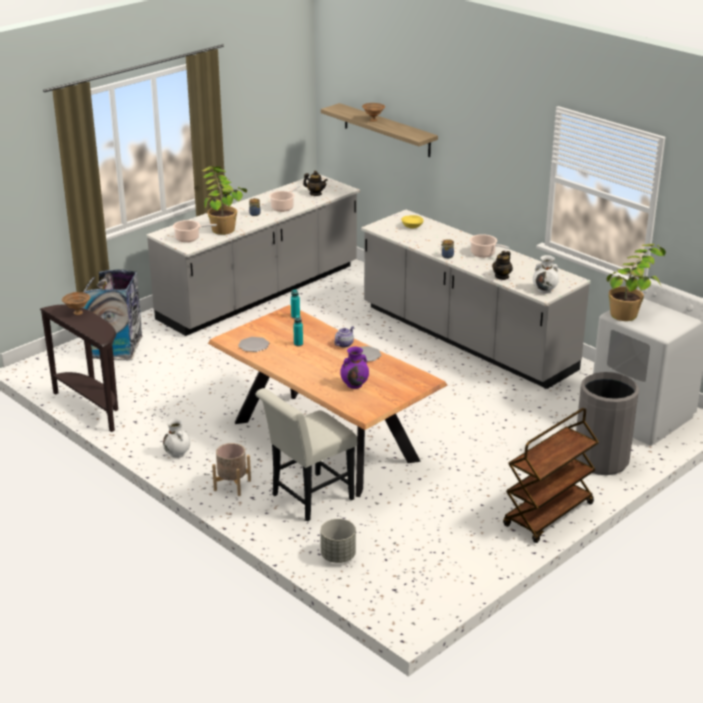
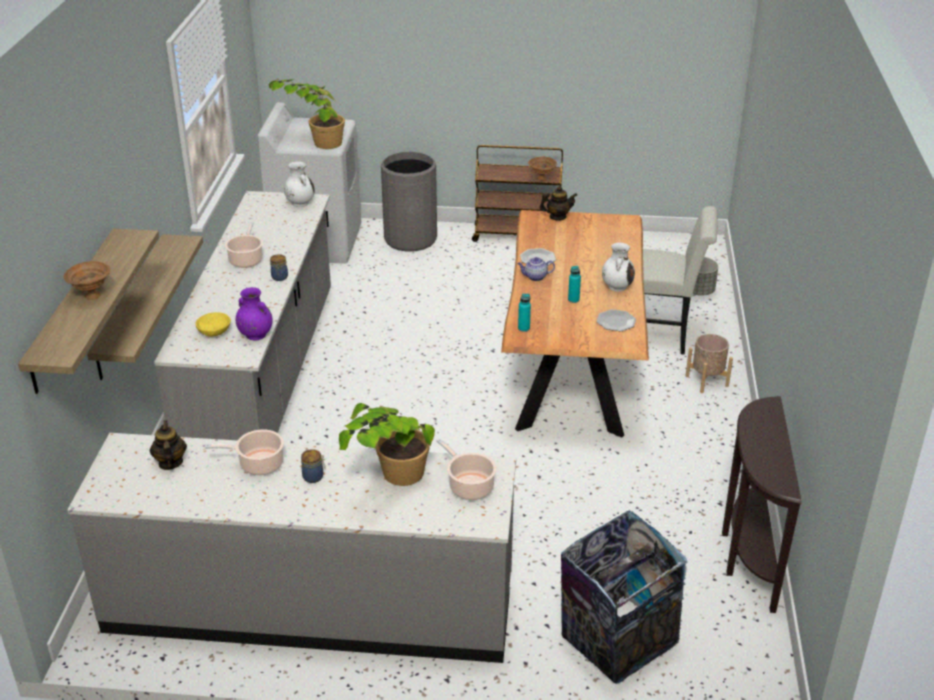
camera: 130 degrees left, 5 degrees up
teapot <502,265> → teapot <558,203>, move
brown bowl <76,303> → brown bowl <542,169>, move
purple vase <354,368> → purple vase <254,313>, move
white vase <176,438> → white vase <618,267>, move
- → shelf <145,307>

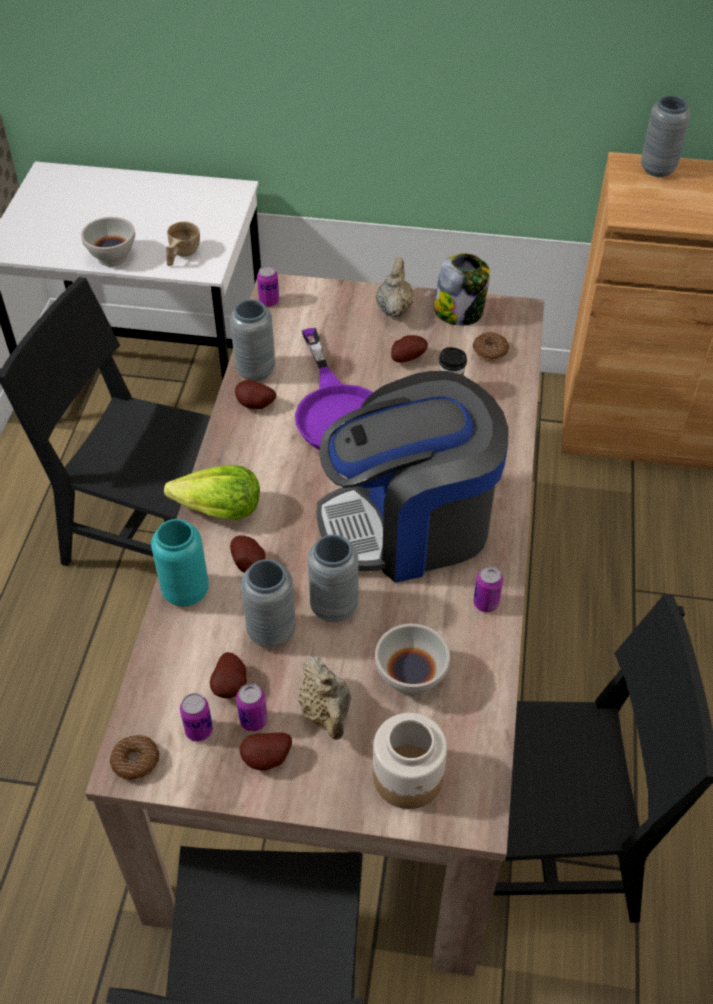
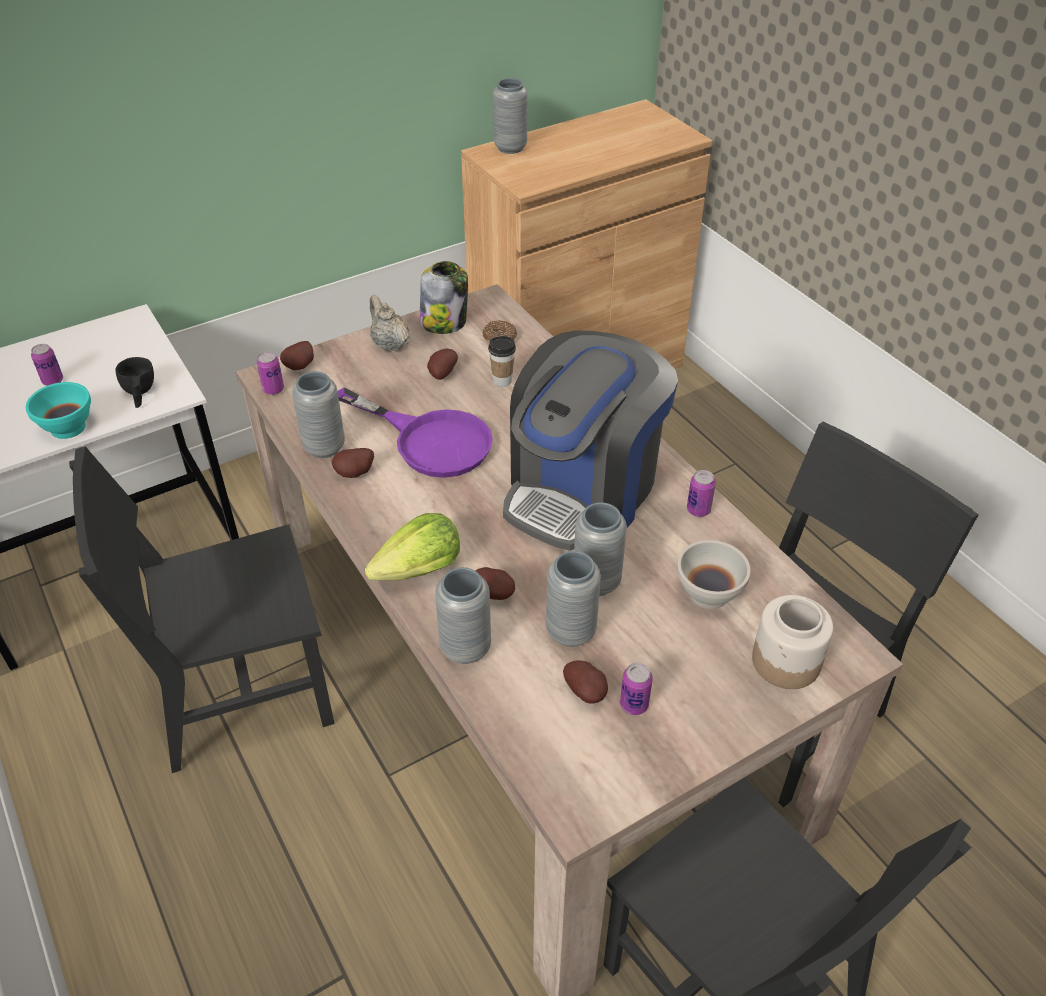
camera: 40 degrees left, 5 degrees down
white bowl <108,242> → turquoise bowl <58,410>
beige cup <183,244> → black cup <134,382>
turquoise vase <180,563> → grey vase <463,615>
beige teapot <324,698> → -
can <196,717> → can <47,365>, move
potato <266,752> → potato <297,355>, move
donut <135,758> → -

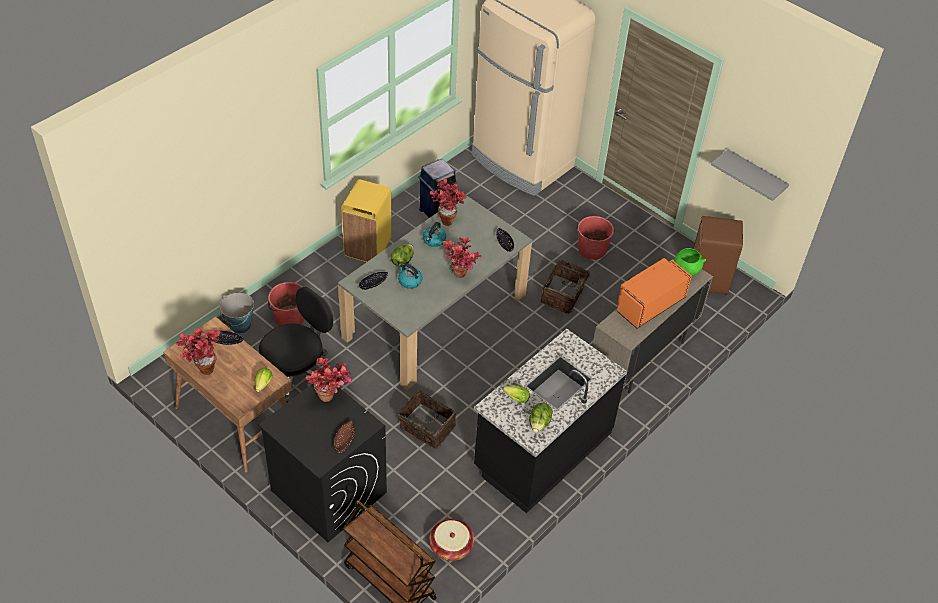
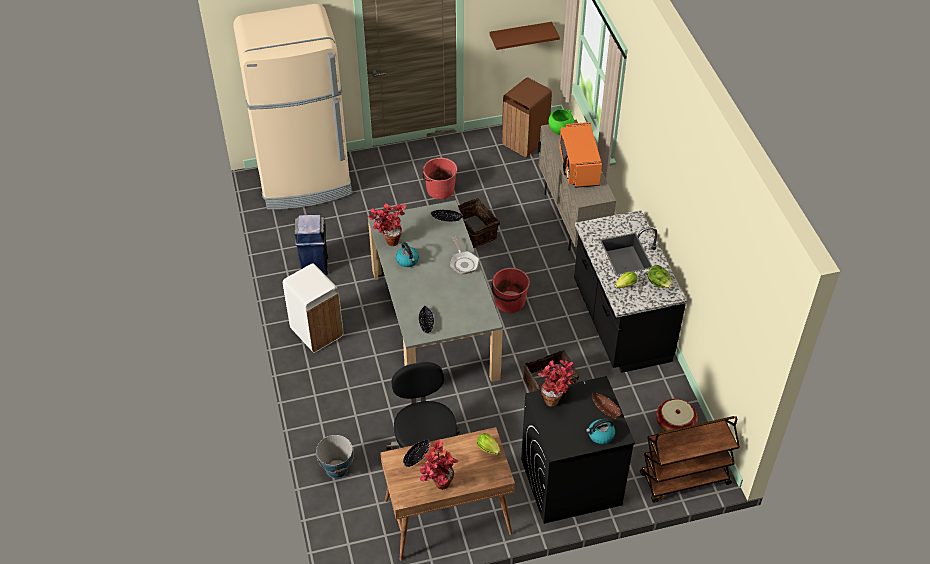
camera: 55 degrees left, 0 degrees up
grey shelf <750,175> → brown shelf <524,36>
yellow trash can <367,220> → white trash can <313,308>
potted plant <462,257> → frying pan <464,256>
lettuce <402,255> → -
kettle <410,276> → kettle <600,431>, move
red bucket <286,304> → red bucket <510,290>, move

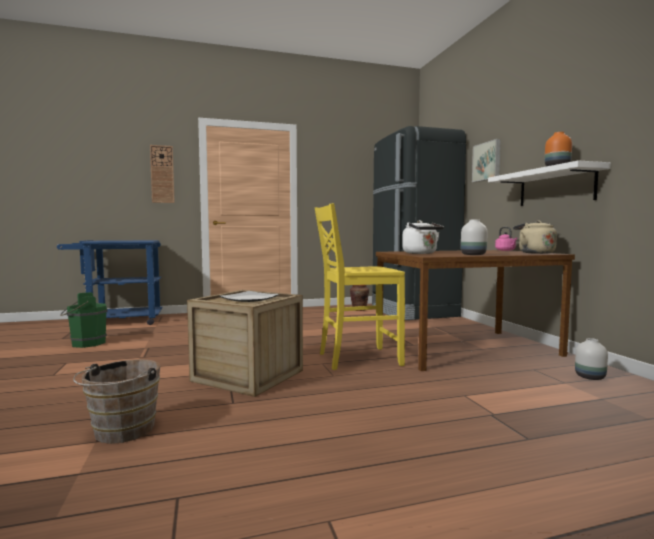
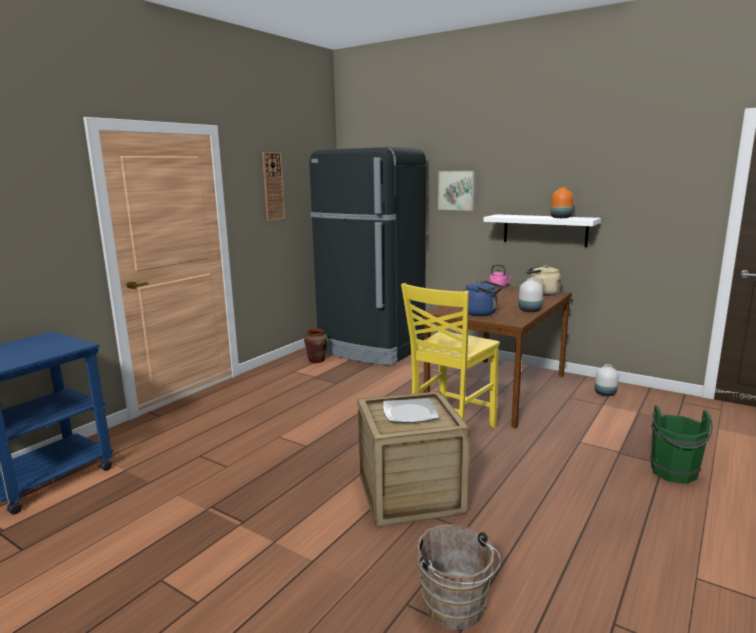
camera: 40 degrees left, 10 degrees up
wall clock <162,174> → wall clock <273,186>, move
white kettle <423,237> → blue kettle <482,298>
green bucket <84,320> → green bucket <681,444>, move

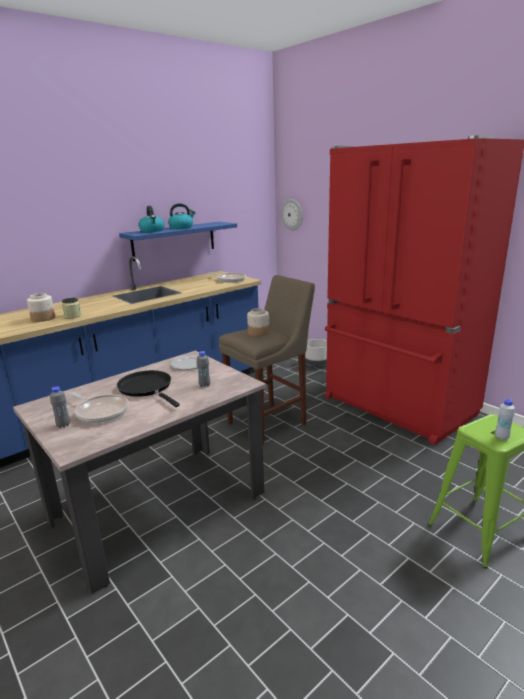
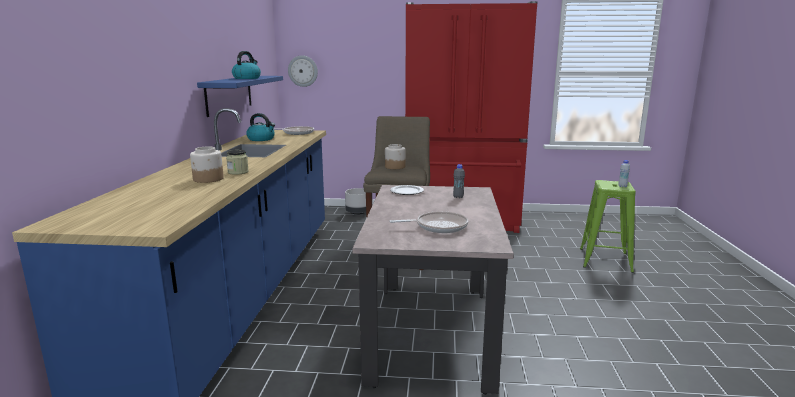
camera: 45 degrees left, 5 degrees down
kettle <151,219> → kettle <260,127>, move
black frying pan <148,388> → -
grey bottle <60,407> → -

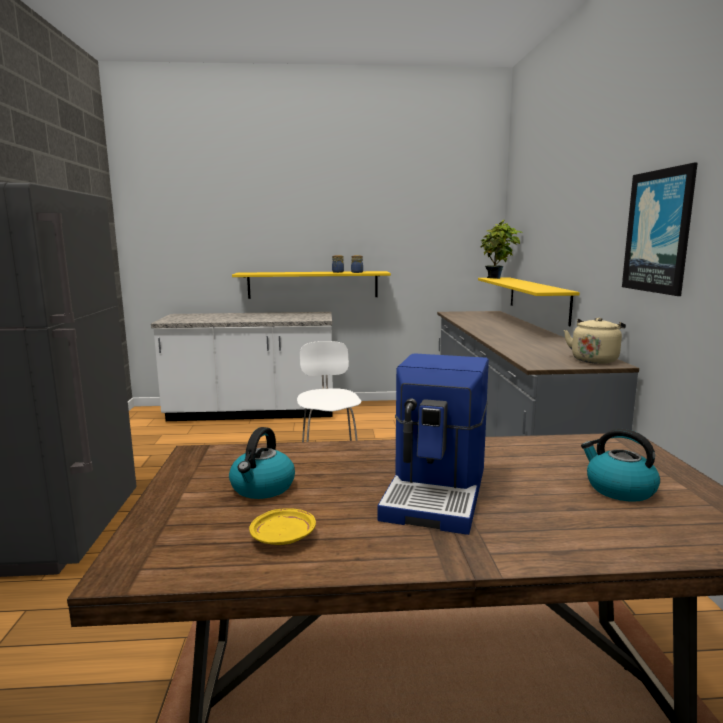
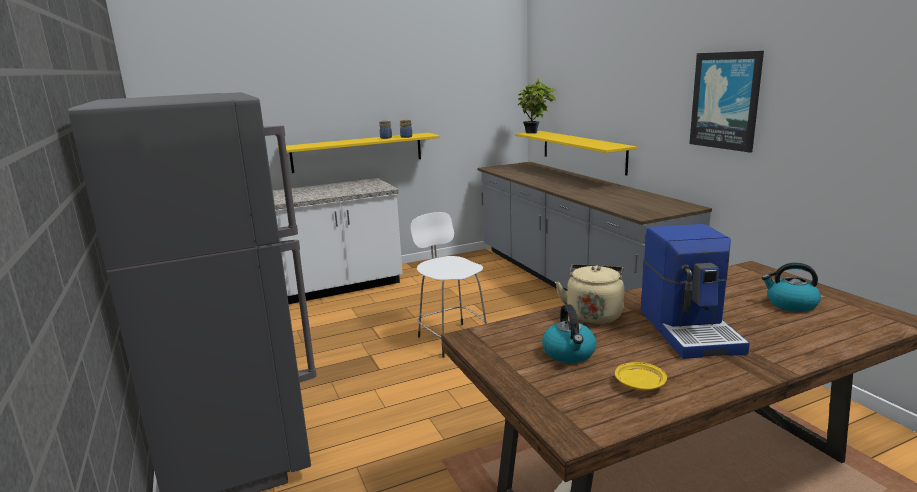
camera: 20 degrees left, 5 degrees up
beige kettle <595,341> → beige kettle <589,294>, move

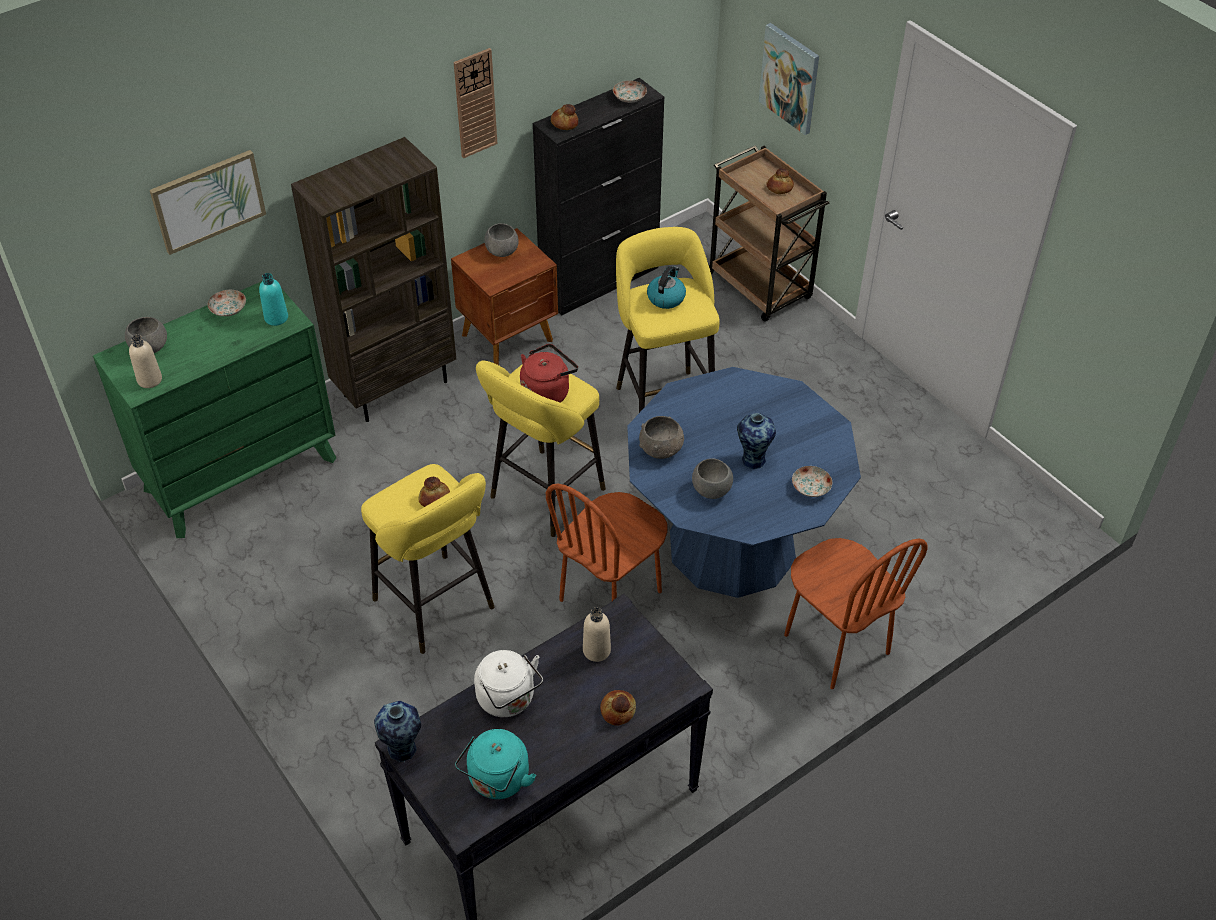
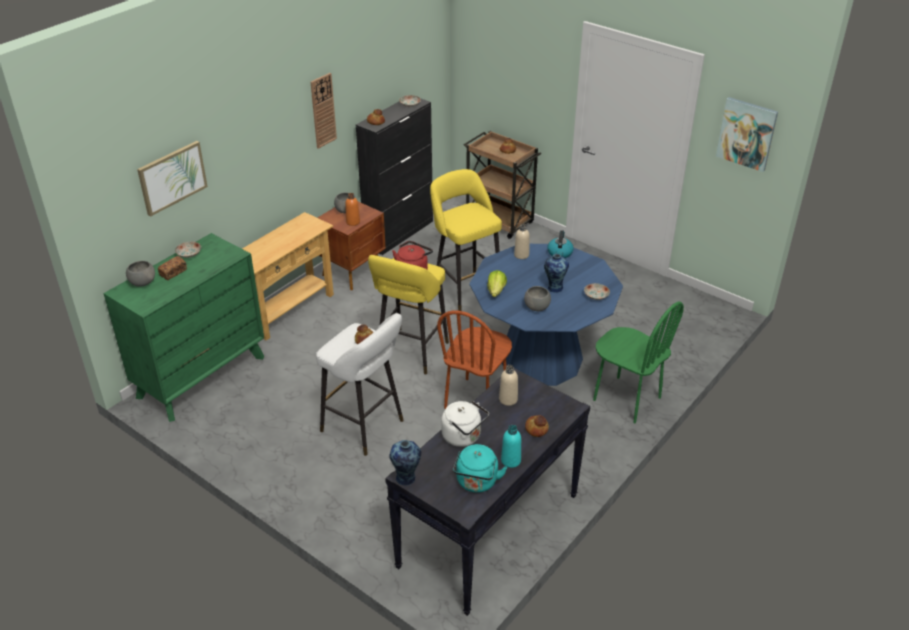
camera: 15 degrees left, 10 degrees down
picture <789,79> → picture <747,134>, move
brown bookcase <373,279> → beige console table <288,276>
kettle <666,287> → kettle <560,244>, move
turquoise bottle <273,299> → turquoise bottle <511,446>, move
beige bottle <145,361> → beige bottle <522,241>, move
grey bowl <661,437> → lettuce <497,283>
yellow stool <428,559> → white stool <360,384>
brown chair <856,613> → green chair <638,363>
- → orange bottle <352,209>
- → bread <172,268>

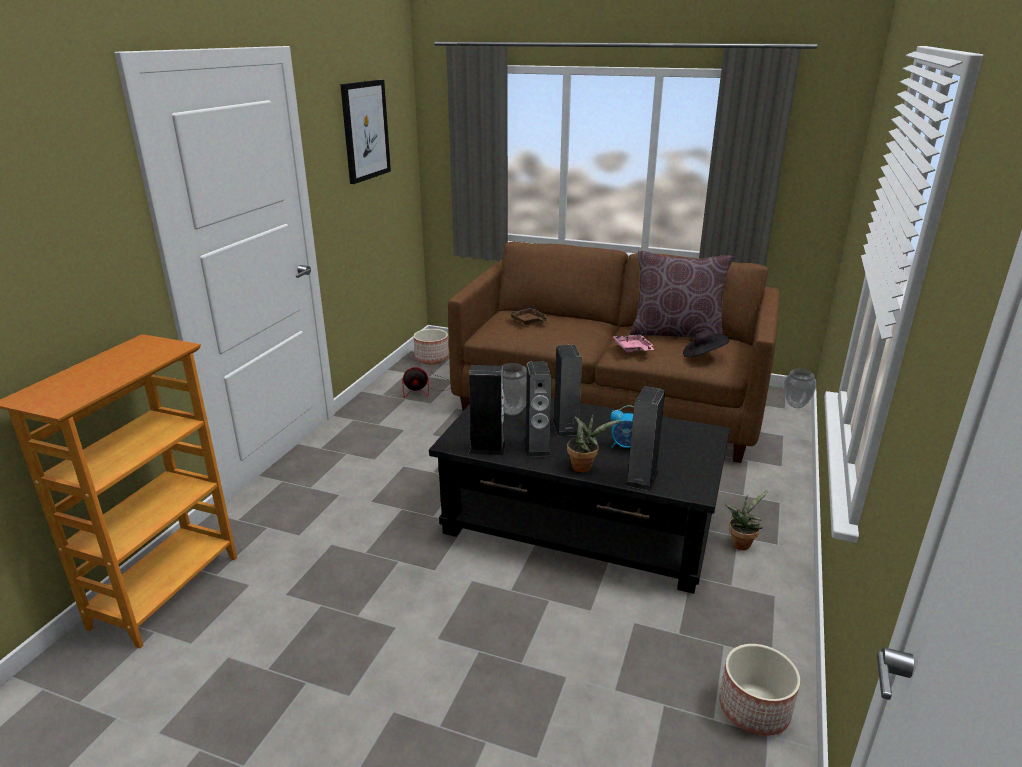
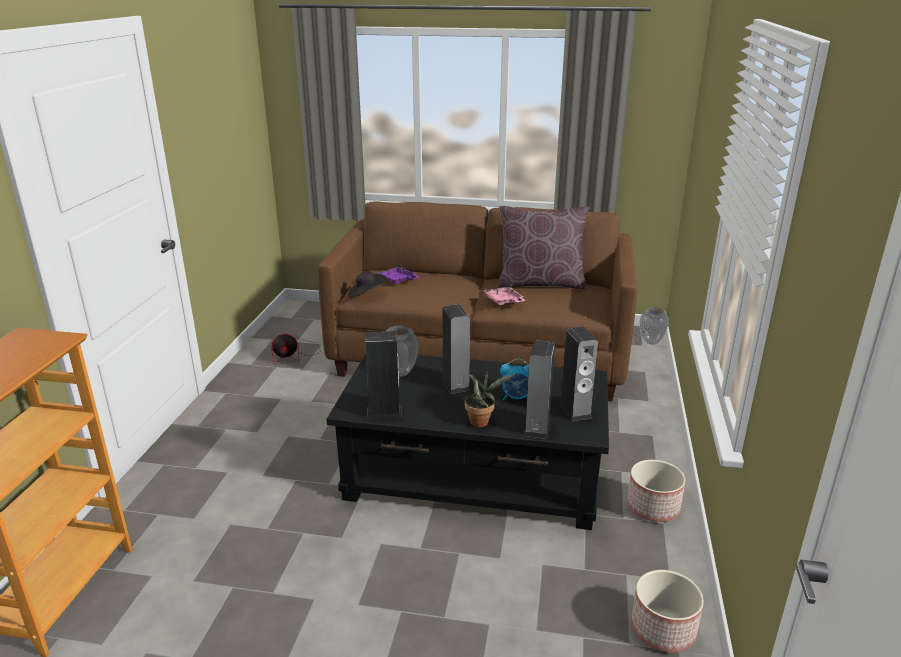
camera: 10 degrees left, 0 degrees up
picture <365,132> → -
brown tray <529,315> → purple tray <398,274>
planter <431,346> → planter <656,491>, move
black hat <706,343> → black hat <367,284>, move
speaker <538,409> → speaker <578,374>, move
potted plant <747,520> → -

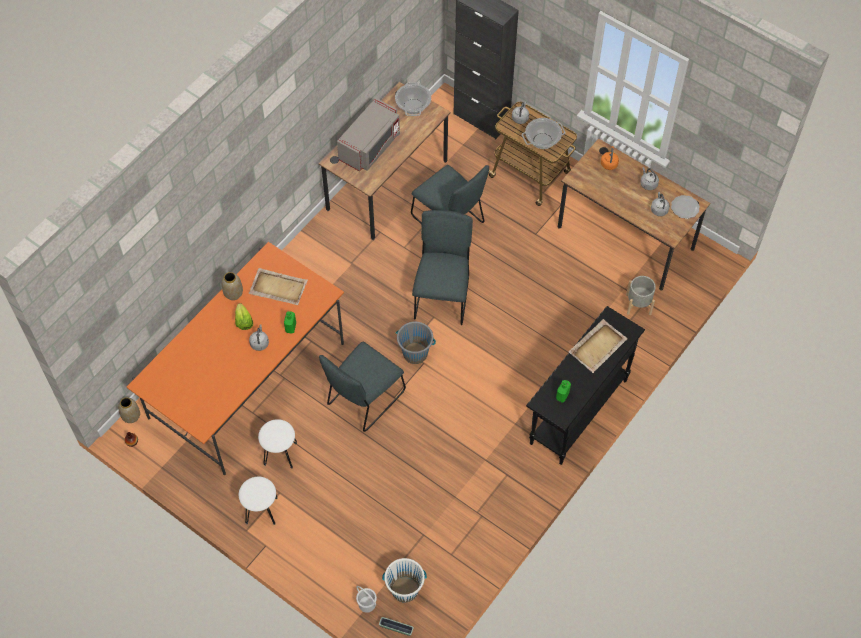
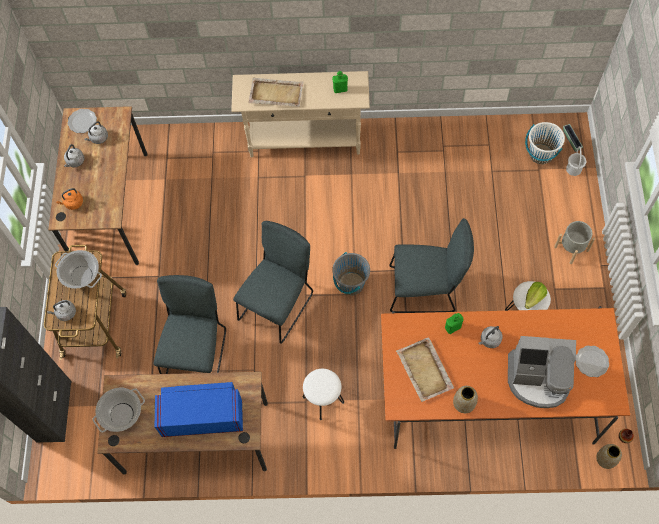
camera: 125 degrees left, 5 degrees up
grey microwave <368,135> → blue microwave <199,409>
grey chair <442,267> → grey chair <273,282>, 150 degrees clockwise
grey planter <641,295> → grey planter <574,242>, move
lettuce <244,316> → lettuce <536,295>, move
black console table <585,385> → beige console table <300,114>
white stool <258,500> → white stool <323,394>, move
- → coffee machine <542,372>
- → plate <592,361>

